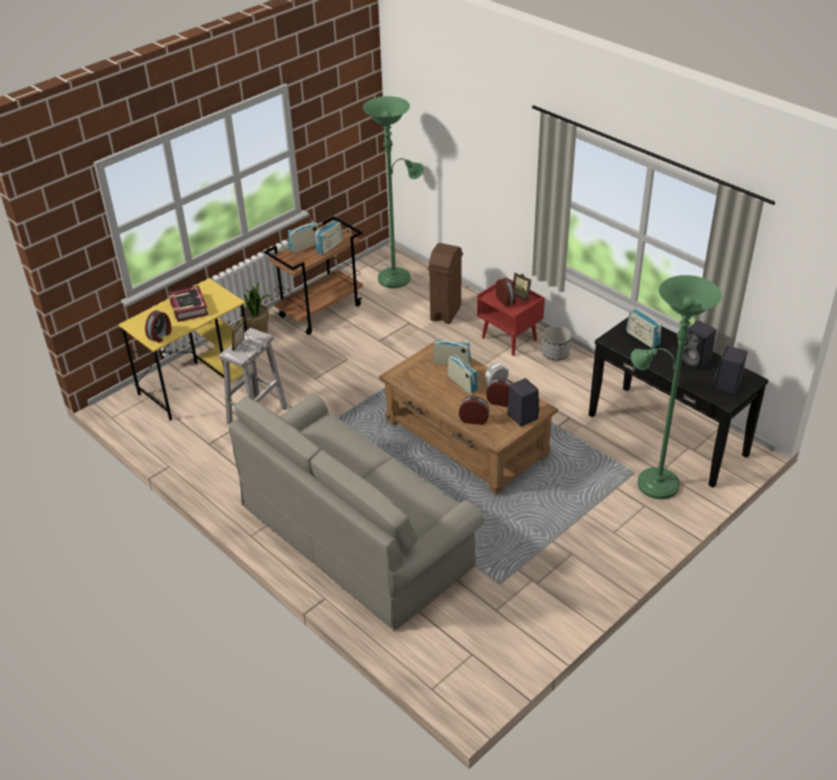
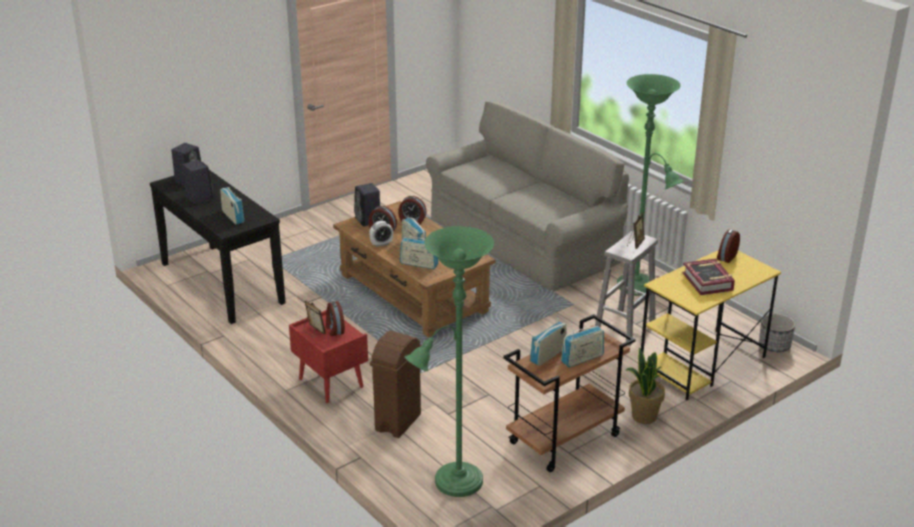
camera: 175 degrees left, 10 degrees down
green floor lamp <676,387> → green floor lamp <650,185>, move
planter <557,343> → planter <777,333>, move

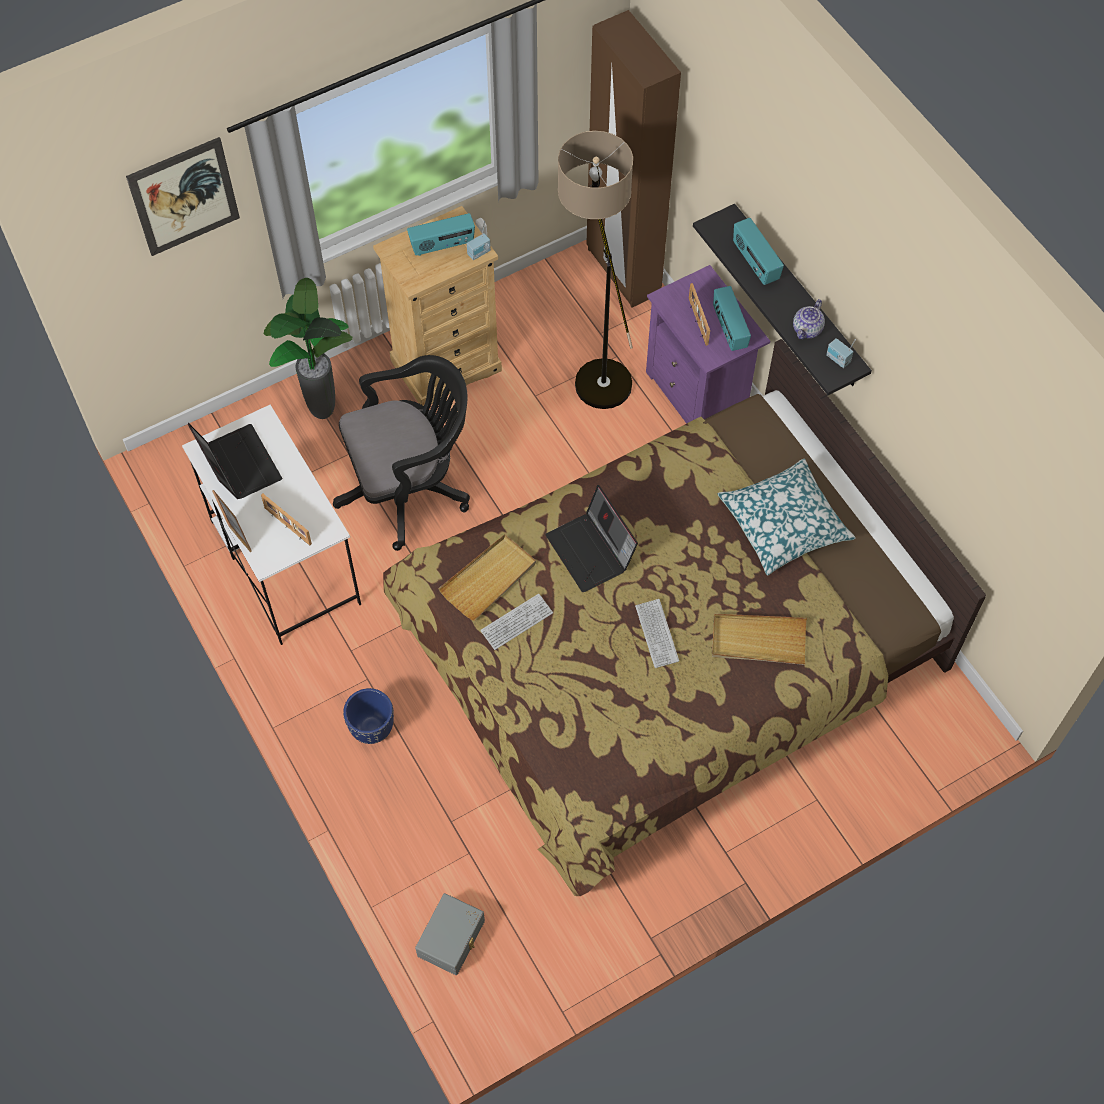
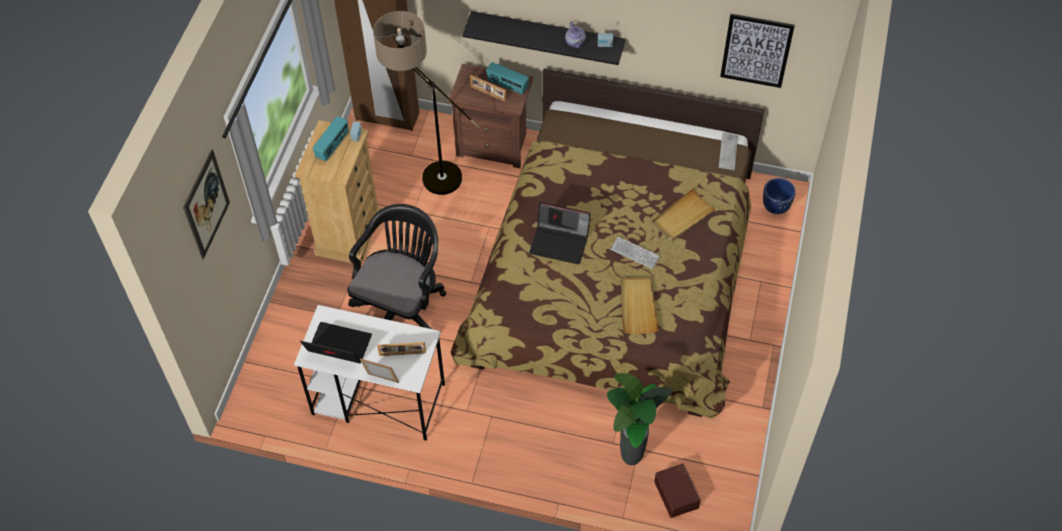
camera: 45 degrees left, 5 degrees down
radio <758,251> → -
purple nightstand <708,344> → brown nightstand <491,116>
potted plant <308,348> → potted plant <640,419>, move
pillow <786,517> → -
beige tray <487,577> → beige tray <640,305>, move
keyboard <516,622> → keyboard <728,151>, move
blue planter <368,716> → blue planter <779,196>, move
grey storage box <450,934> → brown storage box <677,490>
- → picture <757,51>

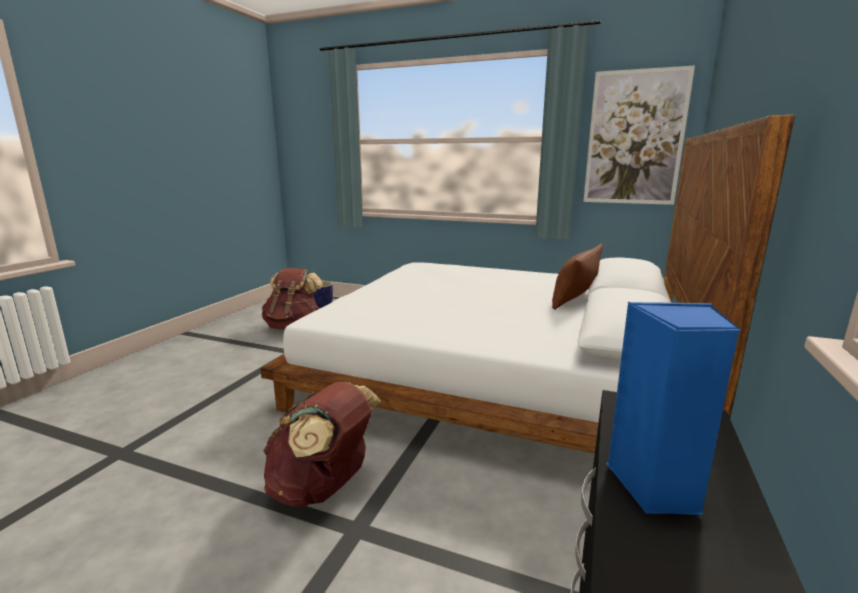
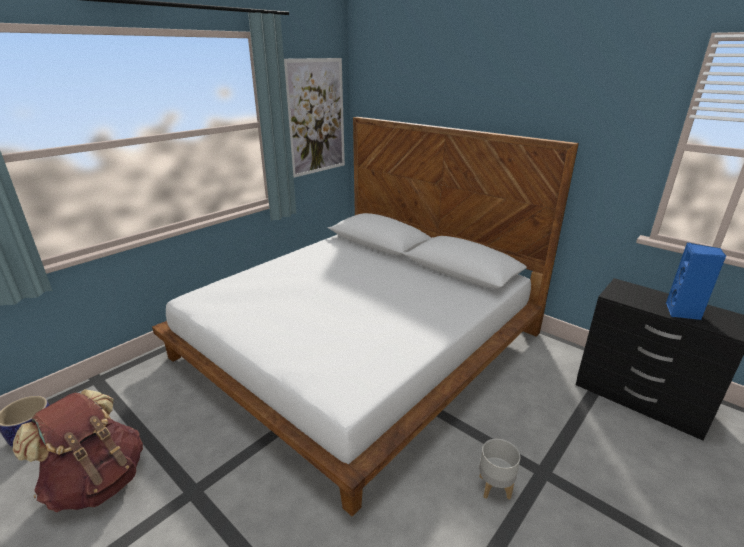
camera: 70 degrees left, 10 degrees up
brown pillow <577,277> → -
brown backpack <322,444> → grey planter <499,469>

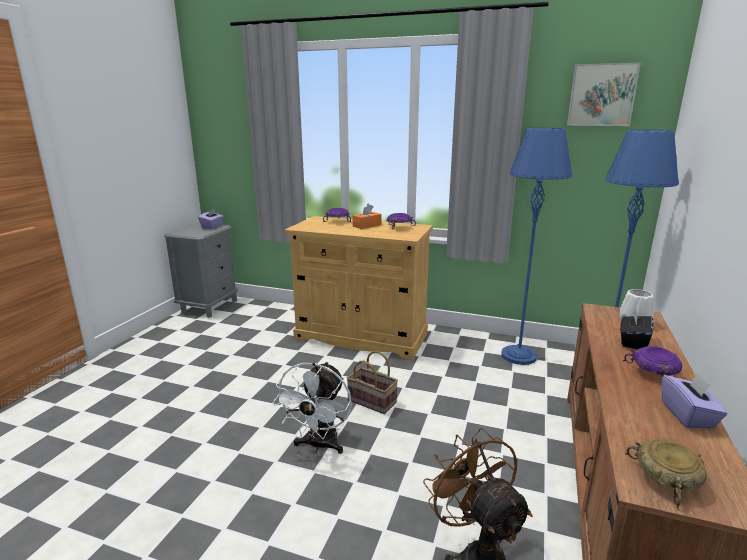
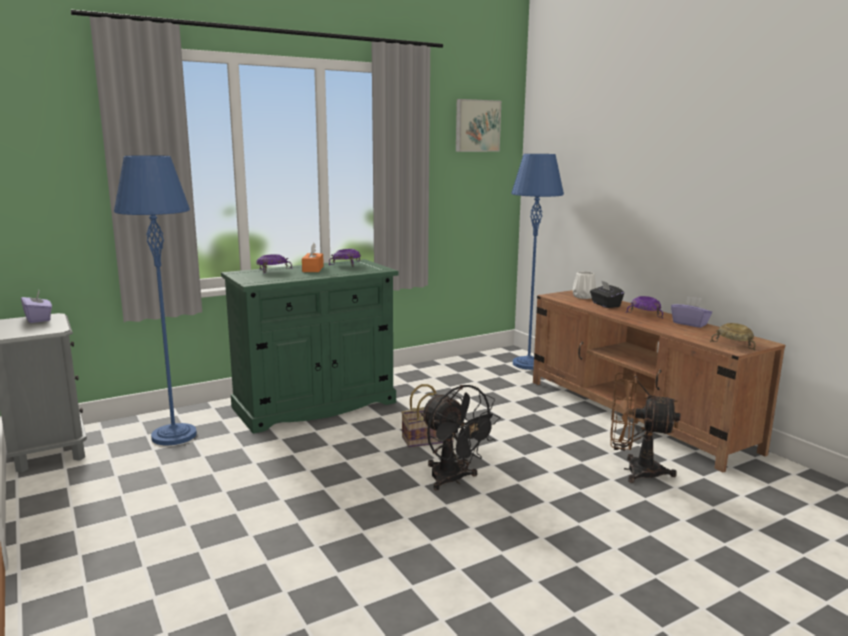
camera: 50 degrees left, 5 degrees down
blue floor lamp <536,246> → blue floor lamp <155,300>, move
beige cabinet <359,288> → green cabinet <310,346>
white fan <312,408> → black fan <460,437>

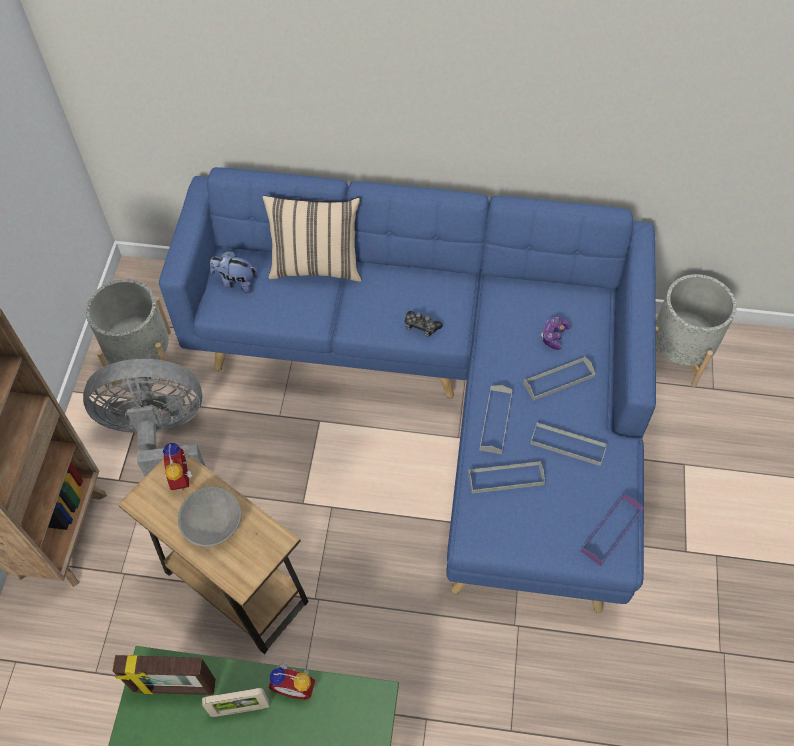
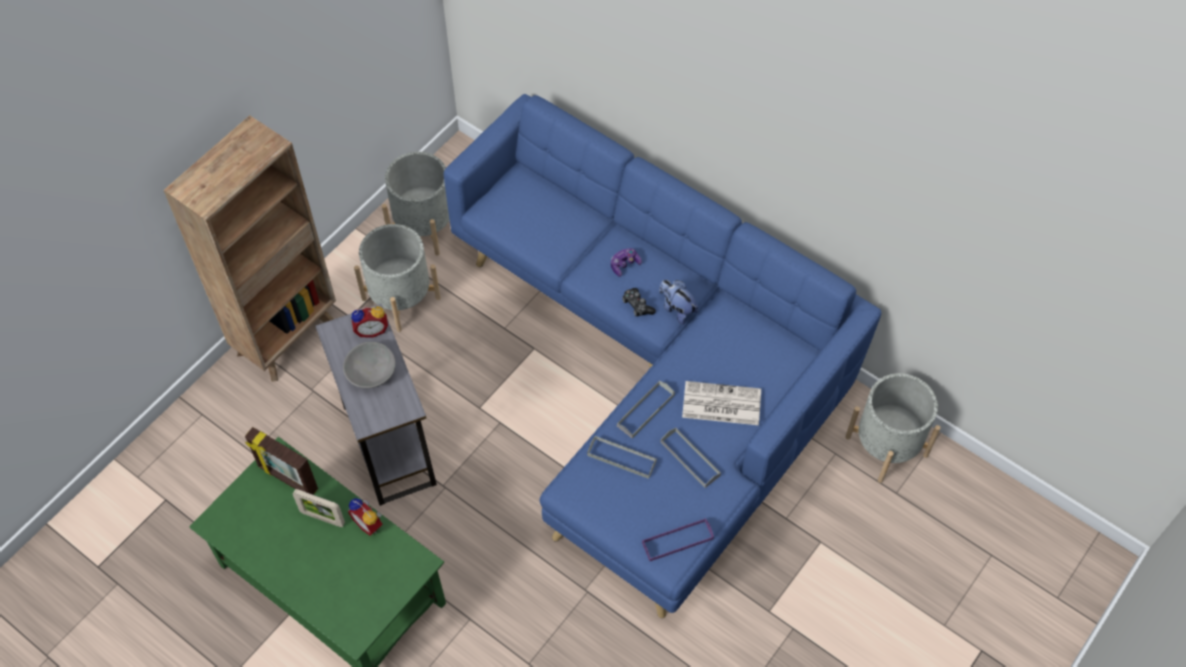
camera: 30 degrees right, 0 degrees up
beige pillow <312,238> → -
plush toy <234,272> → plush toy <678,302>, move
game controller <556,333> → game controller <626,262>, move
grey tray <559,379> → newspaper <721,403>
grey fan <144,418> → grey planter <397,278>
alarm clock <177,467> → alarm clock <369,322>, 120 degrees counterclockwise
brown side table <213,552> → grey side table <376,405>

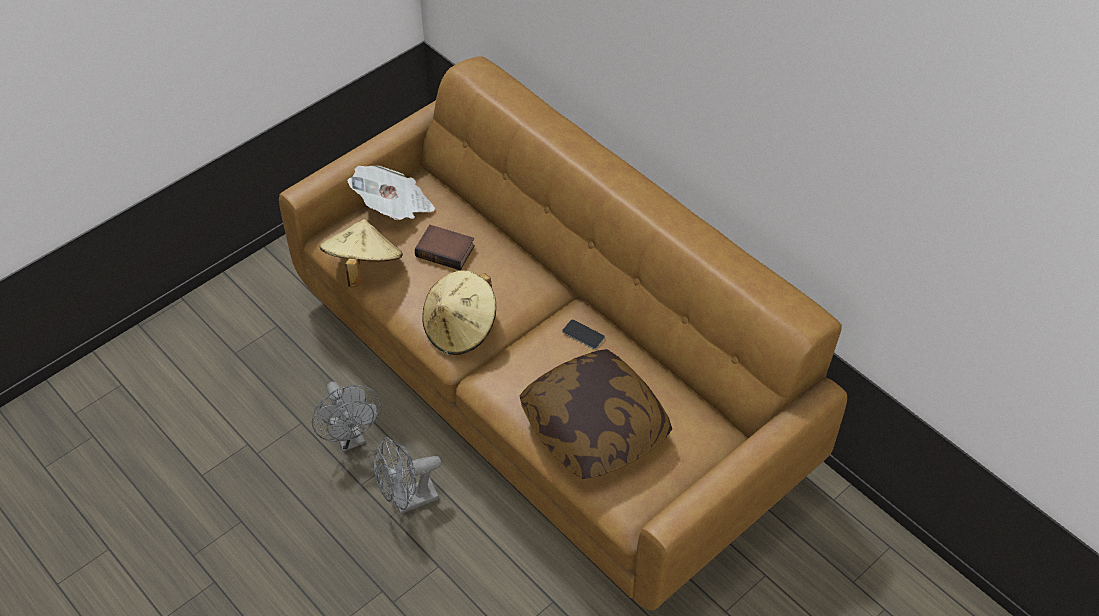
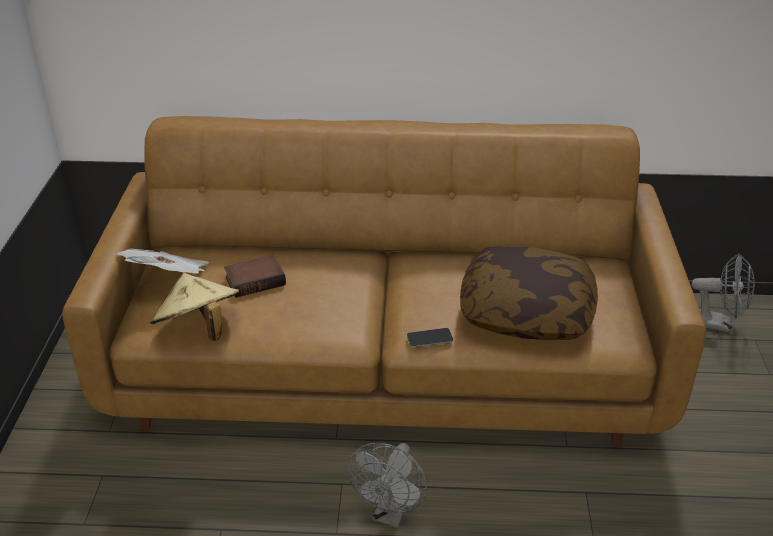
camera: 45 degrees left, 15 degrees down
beige hat <459,313> → -
phone <583,334> → phone <430,337>, move
grey fan <346,417> → grey fan <723,292>, move

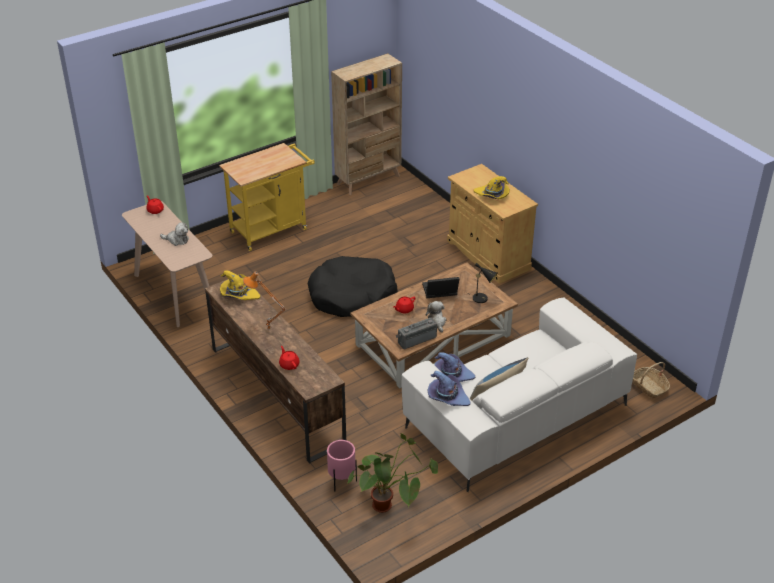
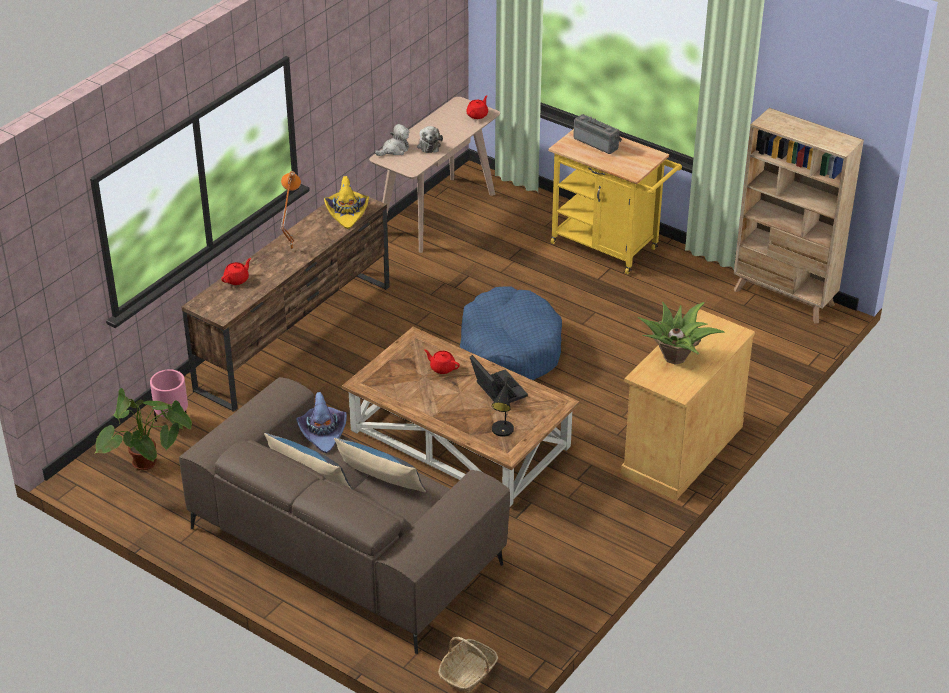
camera: 70 degrees right, 0 degrees up
yellow hat <492,187> → potted plant <681,333>
black dog bed <353,286> → blue dog bed <511,333>
white sofa <519,395> → brown sofa <344,515>
plush toy <436,317> → plush toy <392,140>, move
radio <416,333> → radio <597,134>, move
purple hat <448,388> → -
- → pillow <380,465>

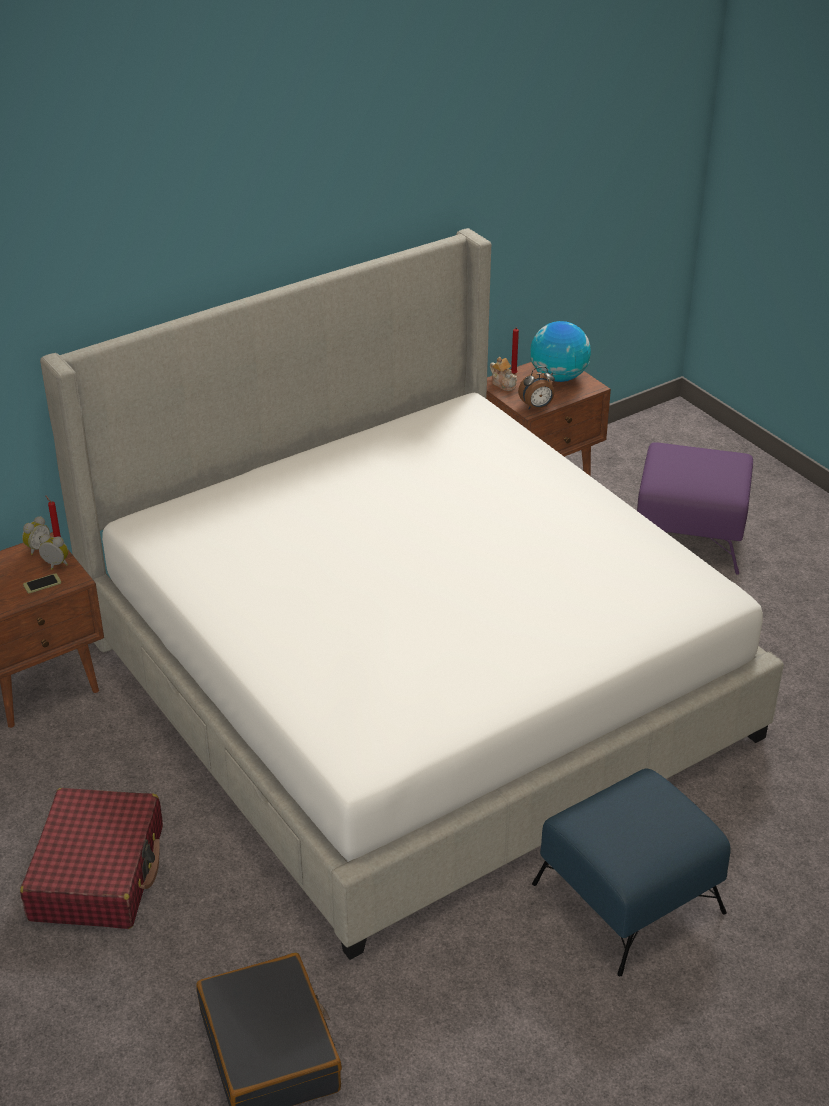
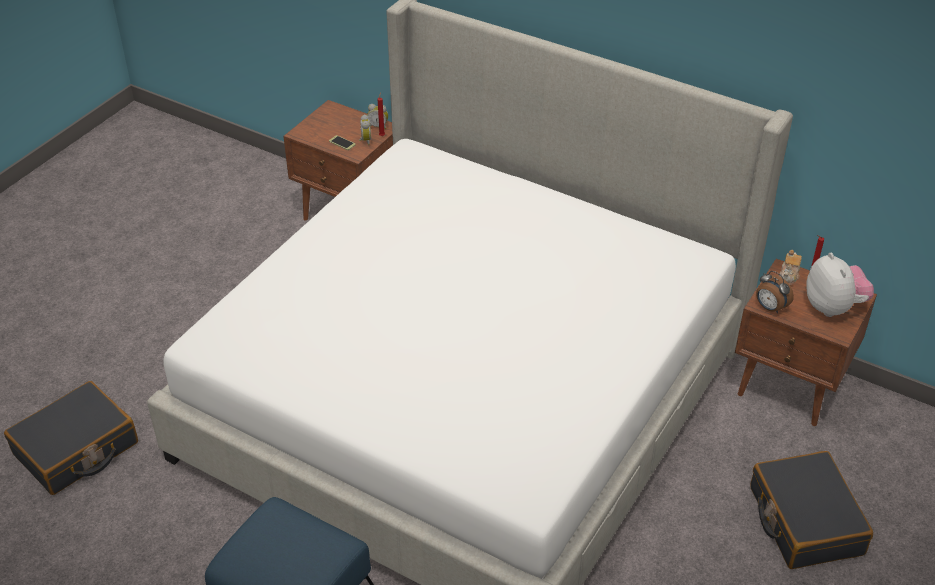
camera: 65 degrees right, 5 degrees up
globe <561,351> → plush toy <840,285>
purple ottoman <695,508> → black suitcase <811,510>
red suitcase <91,858> → -

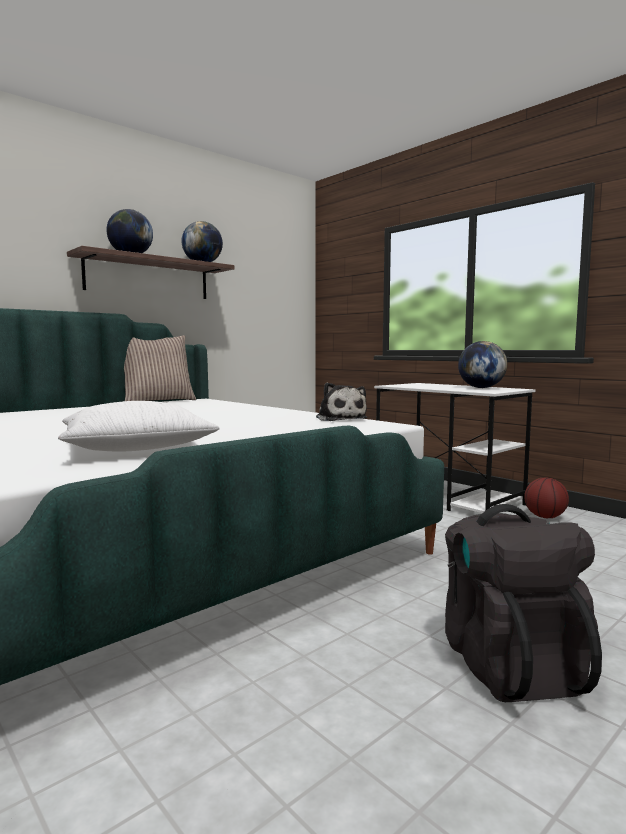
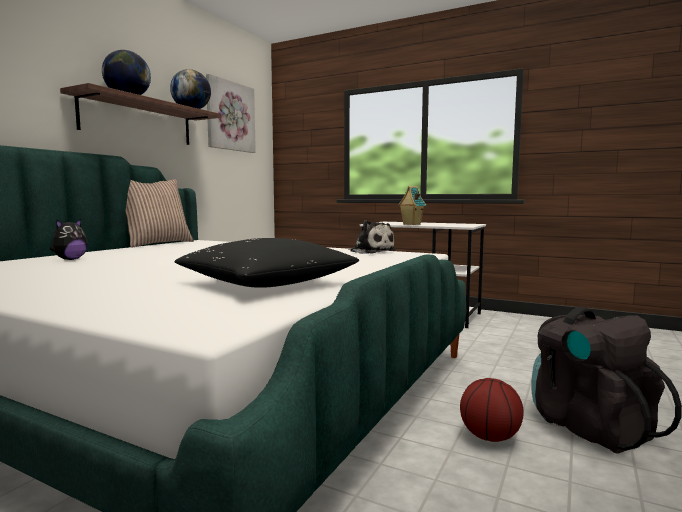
camera: 20 degrees left, 0 degrees up
globe <482,364> → -
white pillow <139,426> → black pillow <266,263>
basketball <546,497> → basketball <492,410>, move
- → picture <231,113>
- → toy house <412,205>
- → plush toy <69,239>

